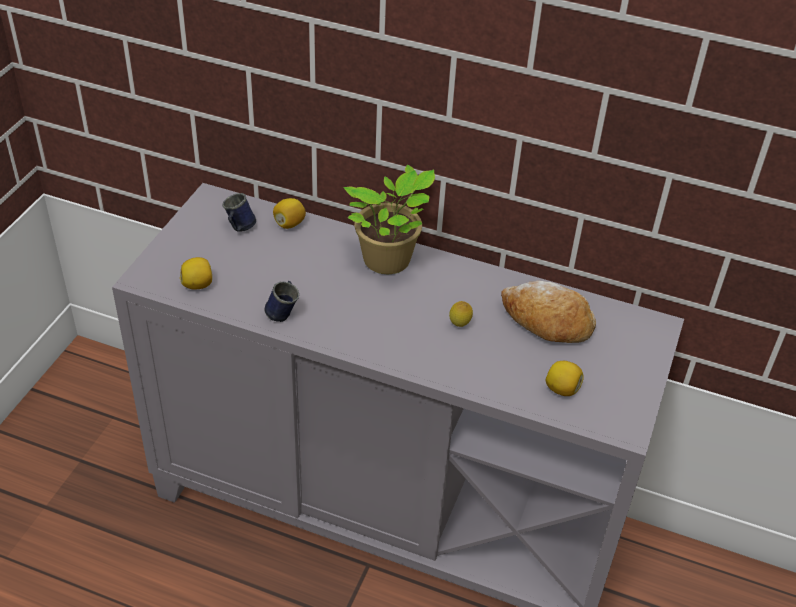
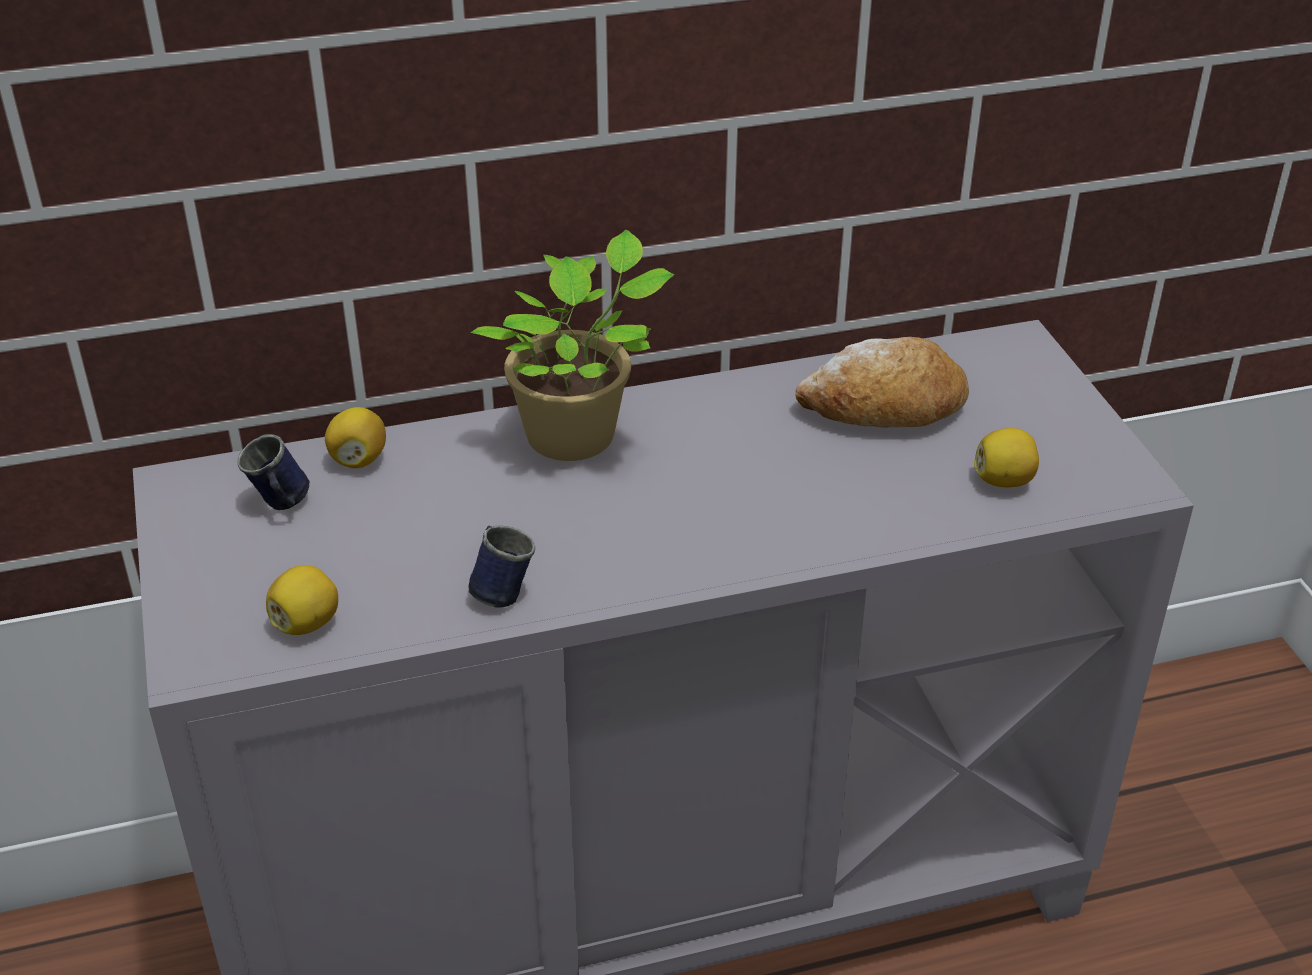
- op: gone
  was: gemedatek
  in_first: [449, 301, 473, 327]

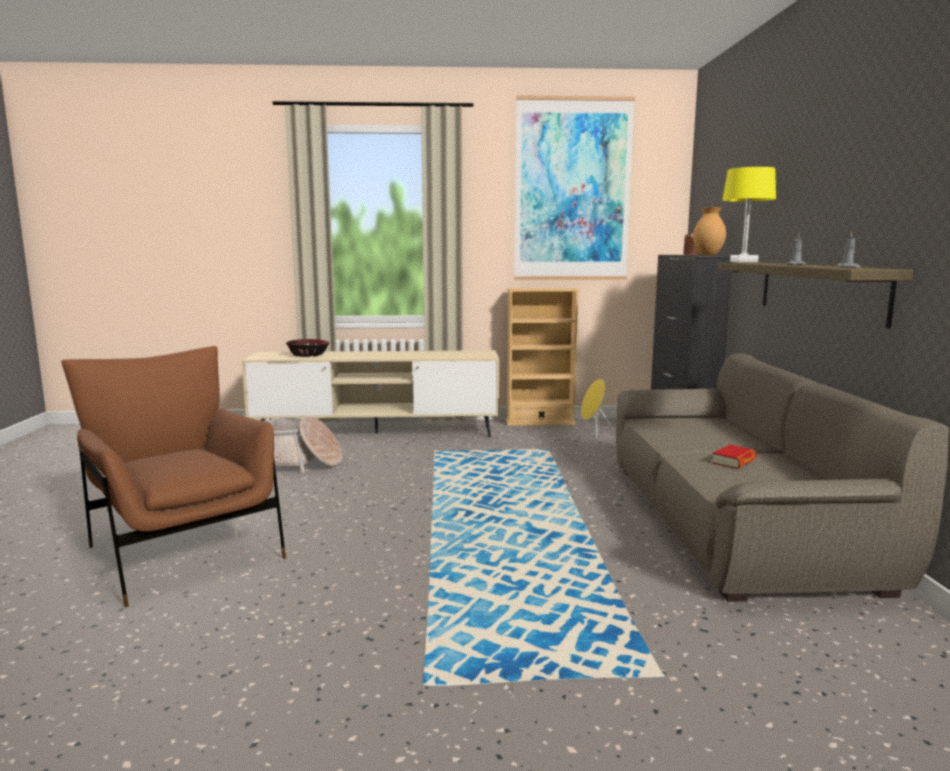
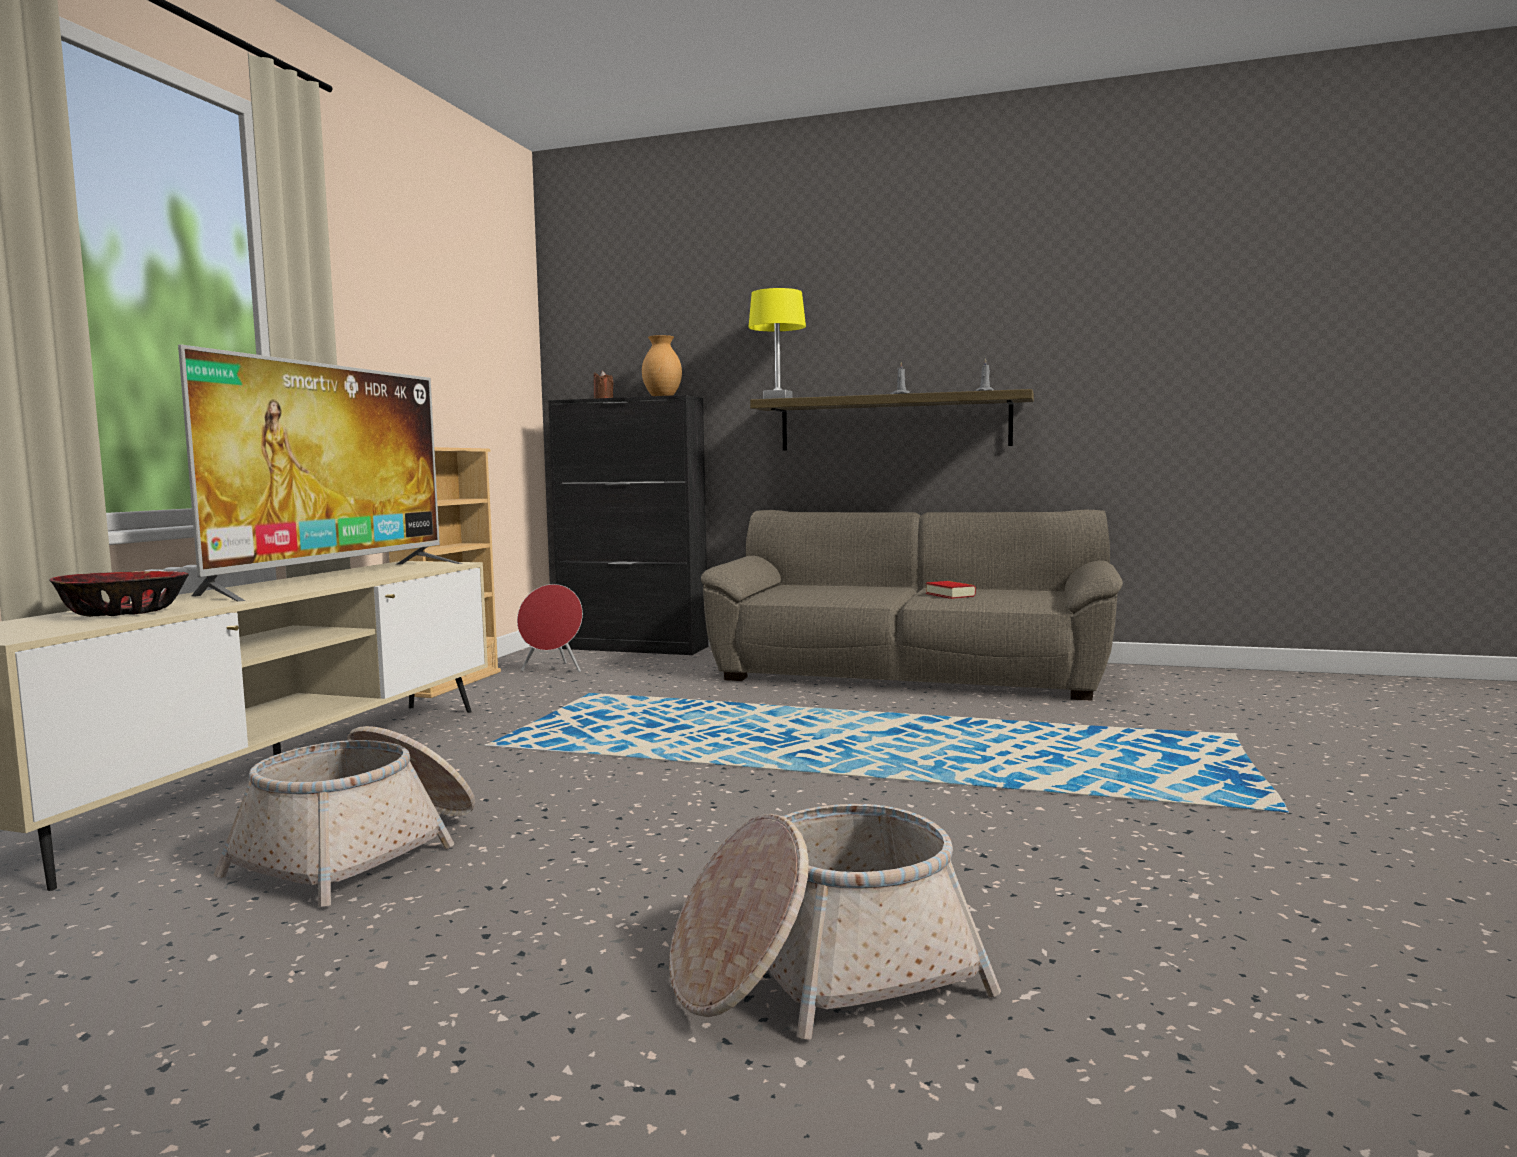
- op: gone
  was: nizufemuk
  in_first: [514, 95, 635, 280]
- op: swapped
  was: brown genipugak
  now: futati
  in_first: [61, 346, 286, 607]
  in_second: [669, 804, 1001, 1040]
- op: repainted
  was: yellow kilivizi
  now: red kilivizi
  in_first: [581, 379, 615, 439]
  in_second: [517, 584, 583, 672]
- op: new
  now: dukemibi
  in_second: [178, 345, 463, 602]

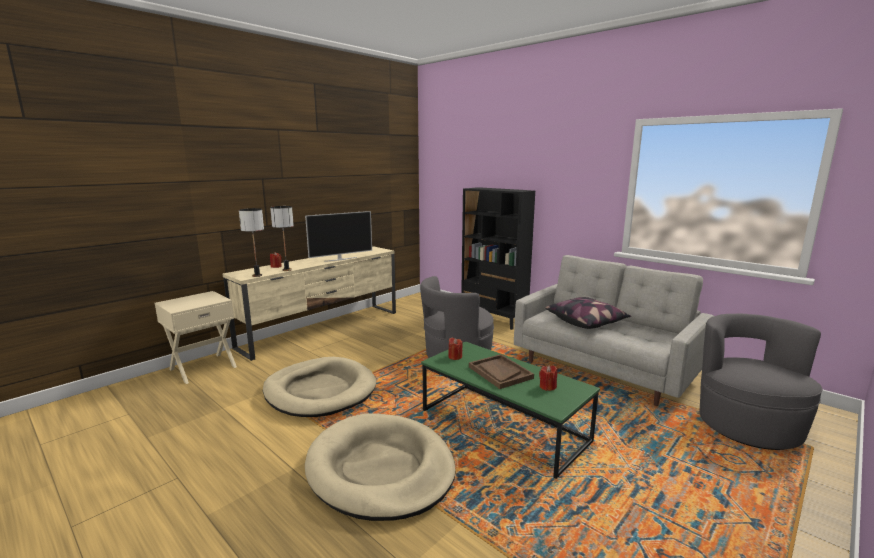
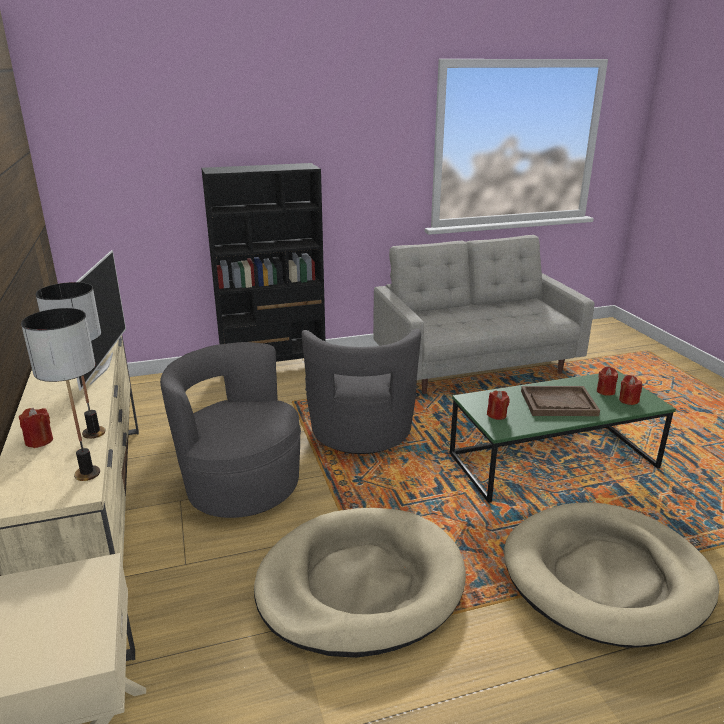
- op: gone
  was: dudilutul
  in_first: [545, 297, 631, 329]
- op: shifted
  was: grey genipugak
  in_first: [699, 313, 822, 450]
  in_second: [160, 342, 301, 518]
- op: new
  now: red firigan
  in_second: [619, 375, 642, 405]

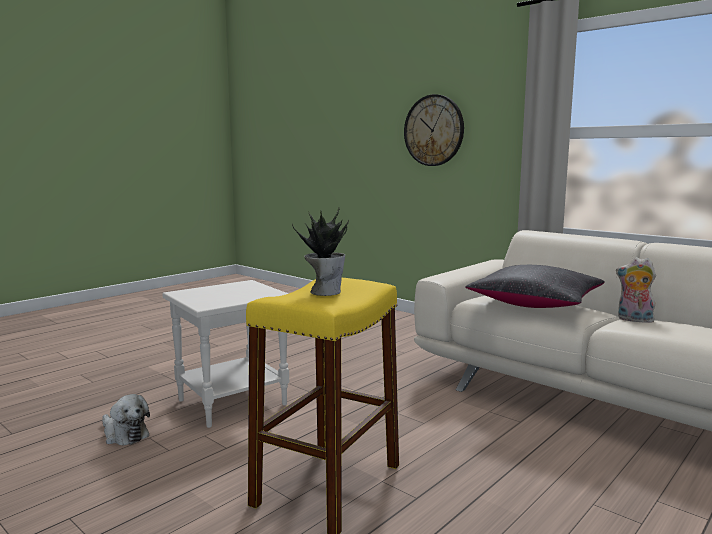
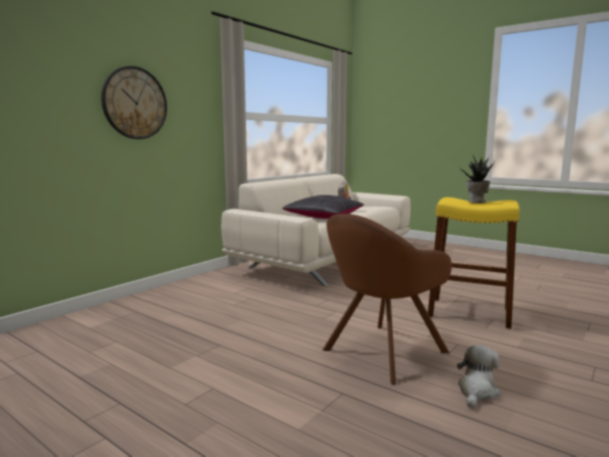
- op: swapped
  was: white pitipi
  now: brown genipugak
  in_first: [162, 280, 289, 428]
  in_second: [322, 214, 452, 385]

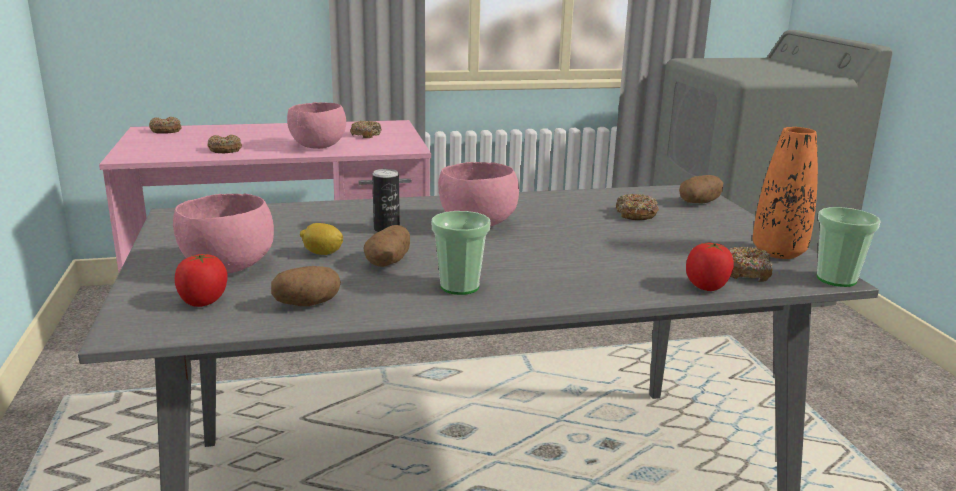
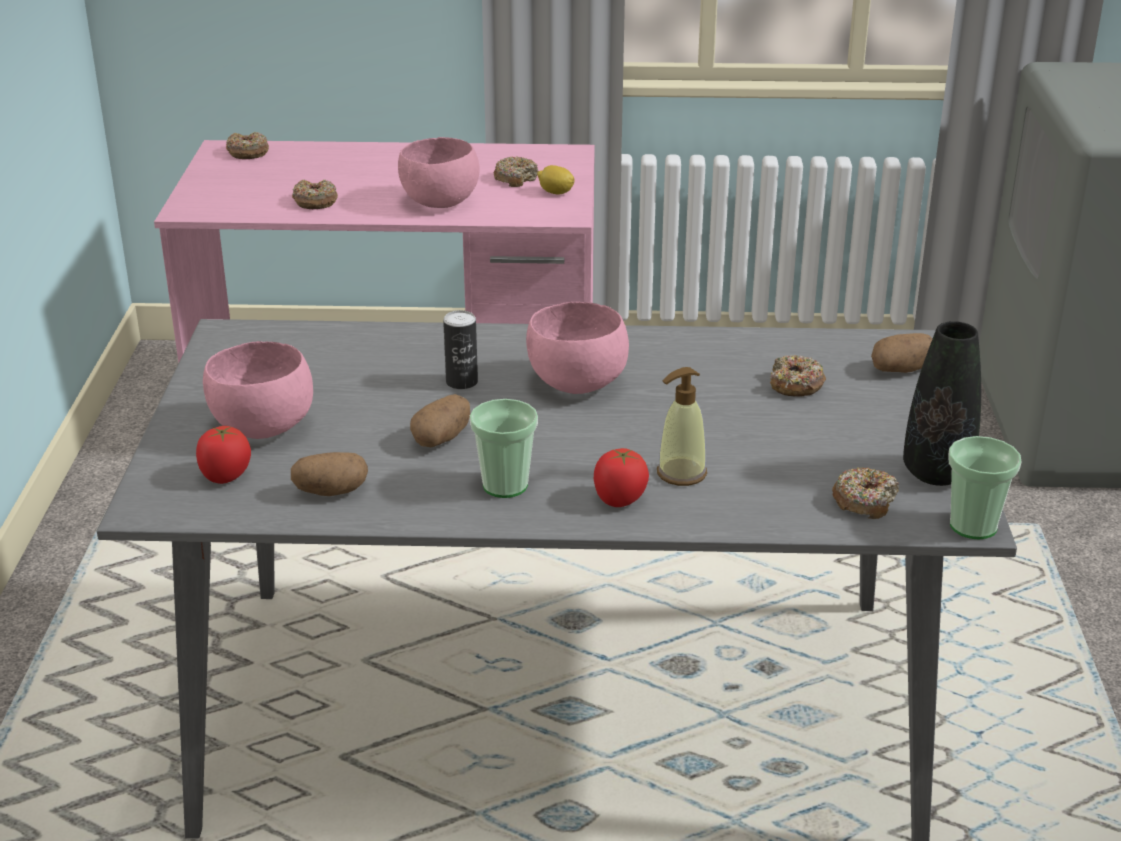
- op: repainted
  was: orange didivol
  now: black didivol
  in_first: [753, 127, 818, 259]
  in_second: [903, 321, 981, 486]
- op: shifted
  was: gemedatek
  in_first: [300, 223, 343, 255]
  in_second: [537, 165, 575, 195]
- op: shifted
  was: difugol
  in_first: [686, 243, 734, 291]
  in_second: [594, 448, 649, 507]
- op: new
  now: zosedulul
  in_second: [657, 367, 707, 486]

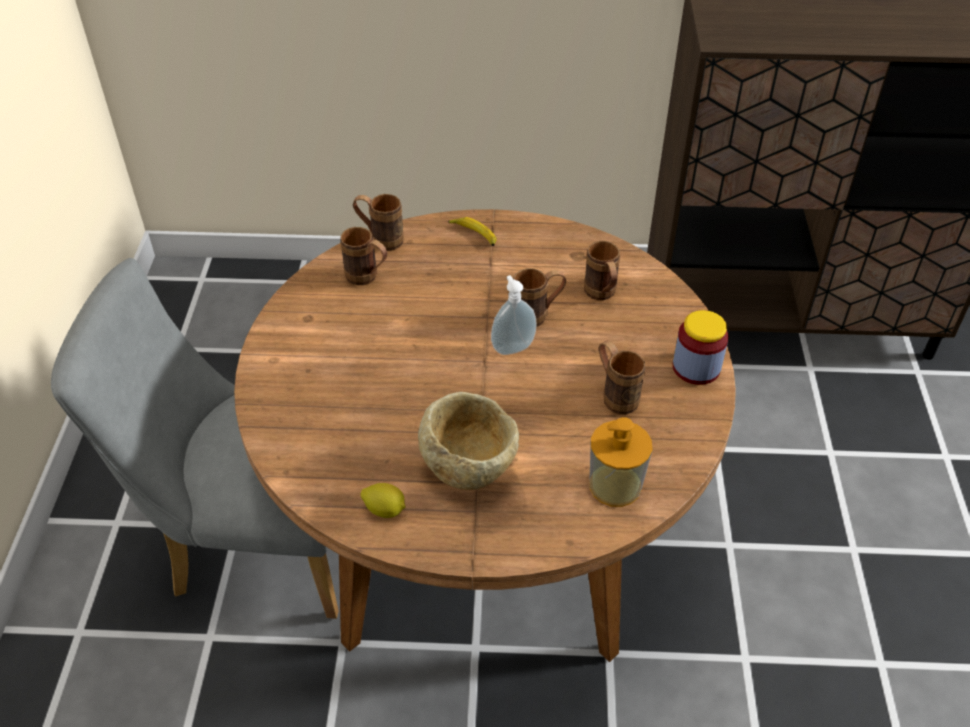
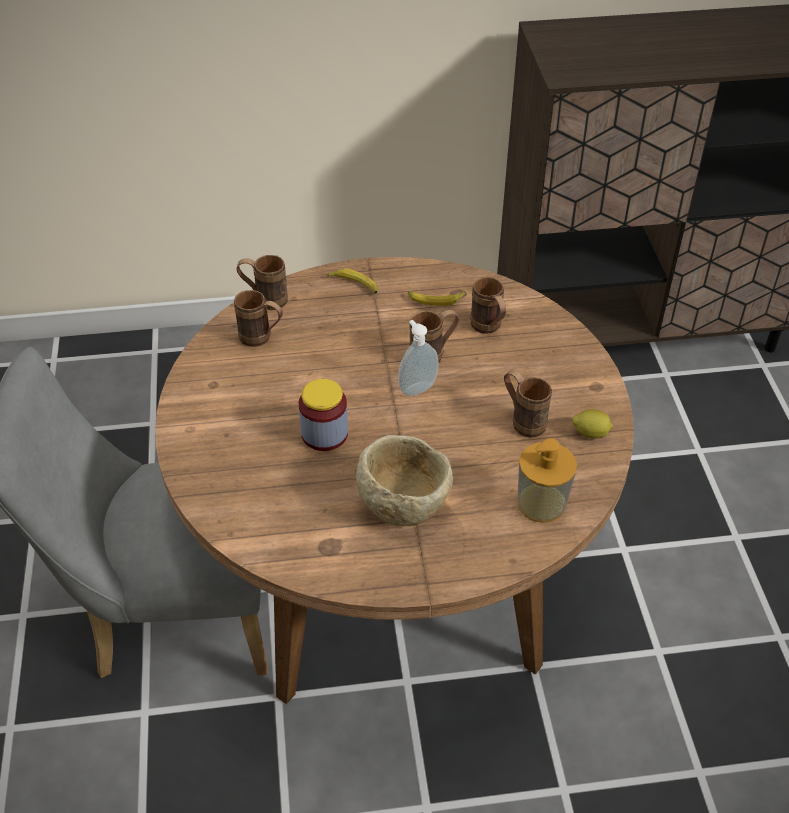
- op: shifted
  was: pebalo
  in_first: [673, 310, 729, 385]
  in_second: [299, 379, 348, 451]
- op: shifted
  was: gemedatek
  in_first: [361, 483, 406, 518]
  in_second: [573, 409, 613, 439]
- op: new
  now: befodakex
  in_second: [408, 291, 466, 306]

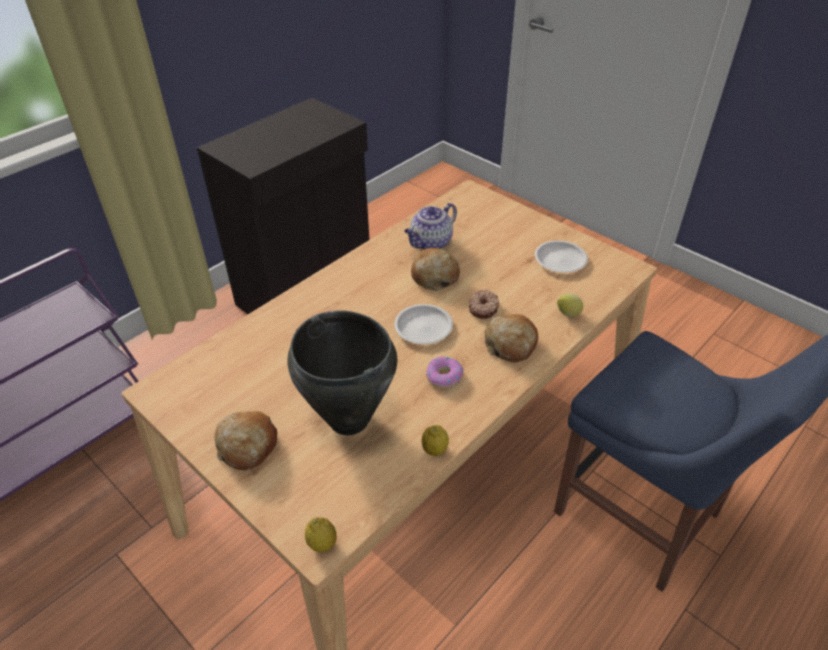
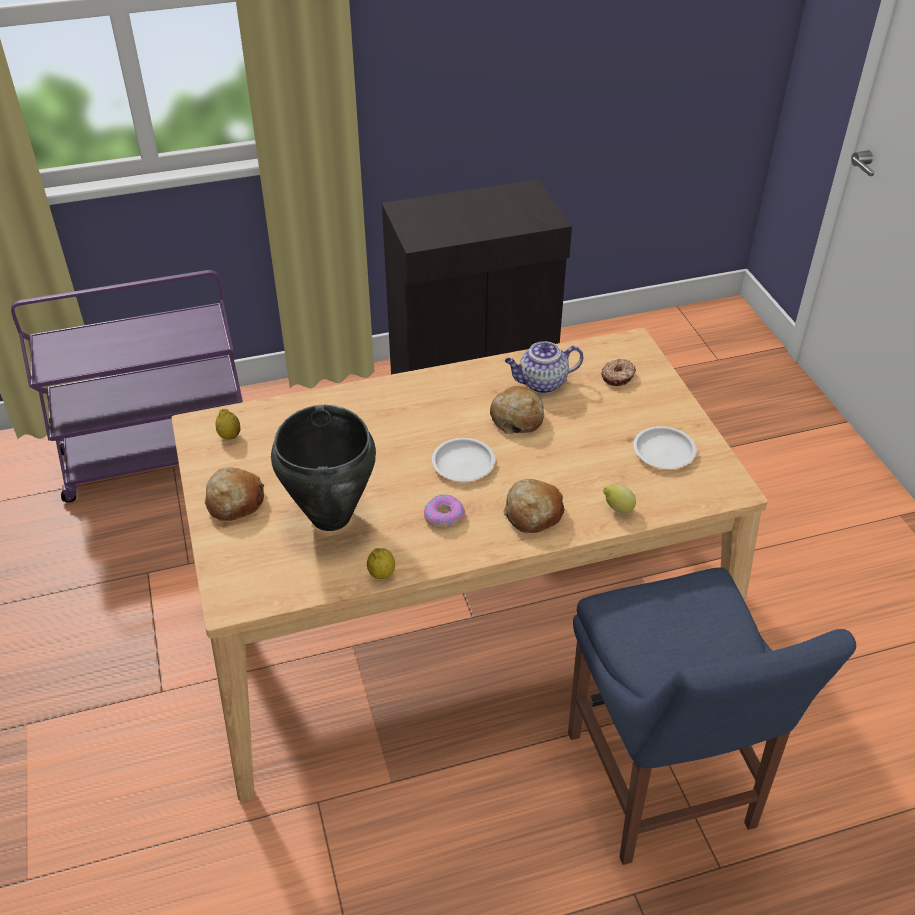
- op: shifted
  was: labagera
  in_first: [469, 290, 499, 319]
  in_second: [601, 359, 636, 386]
- op: shifted
  was: gemedatek
  in_first: [305, 517, 337, 552]
  in_second: [215, 409, 240, 440]

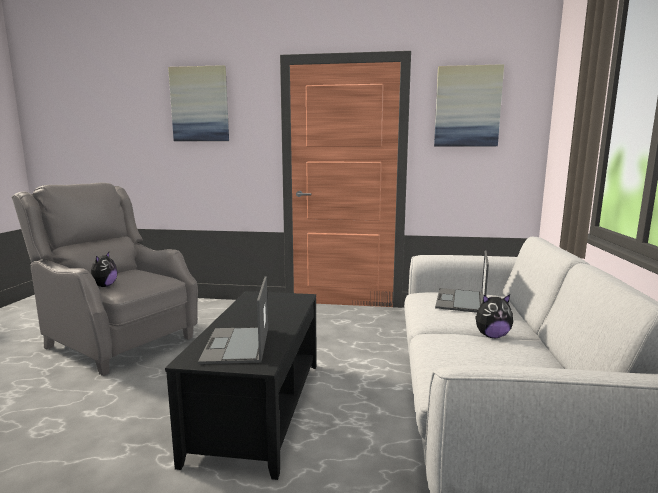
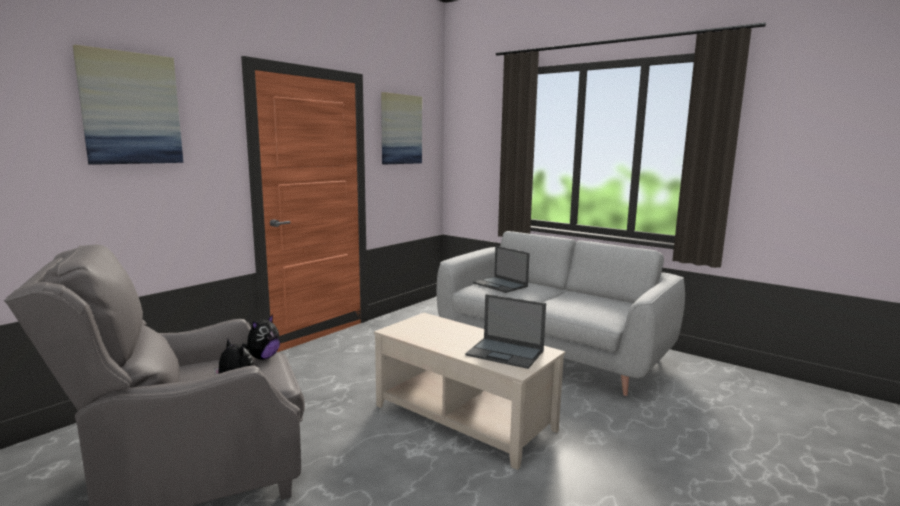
- op: repainted
  was: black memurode
  now: beige memurode
  in_first: [165, 291, 317, 480]
  in_second: [374, 313, 565, 470]
- op: shifted
  was: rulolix
  in_first: [475, 294, 513, 338]
  in_second: [242, 314, 280, 360]

